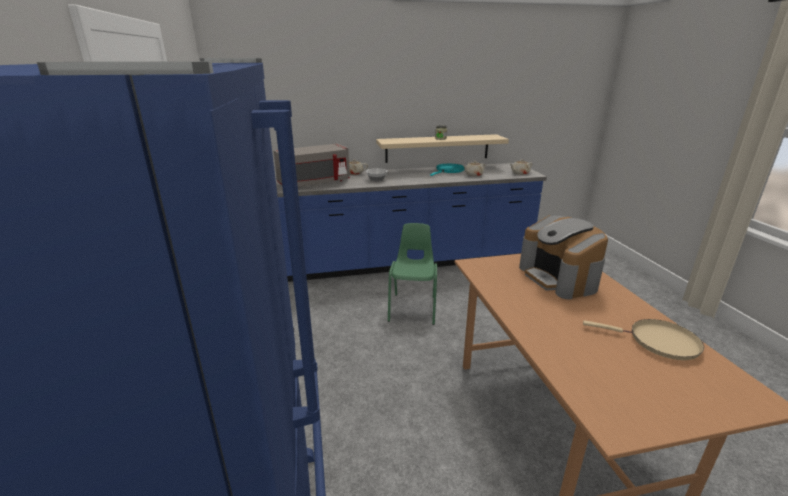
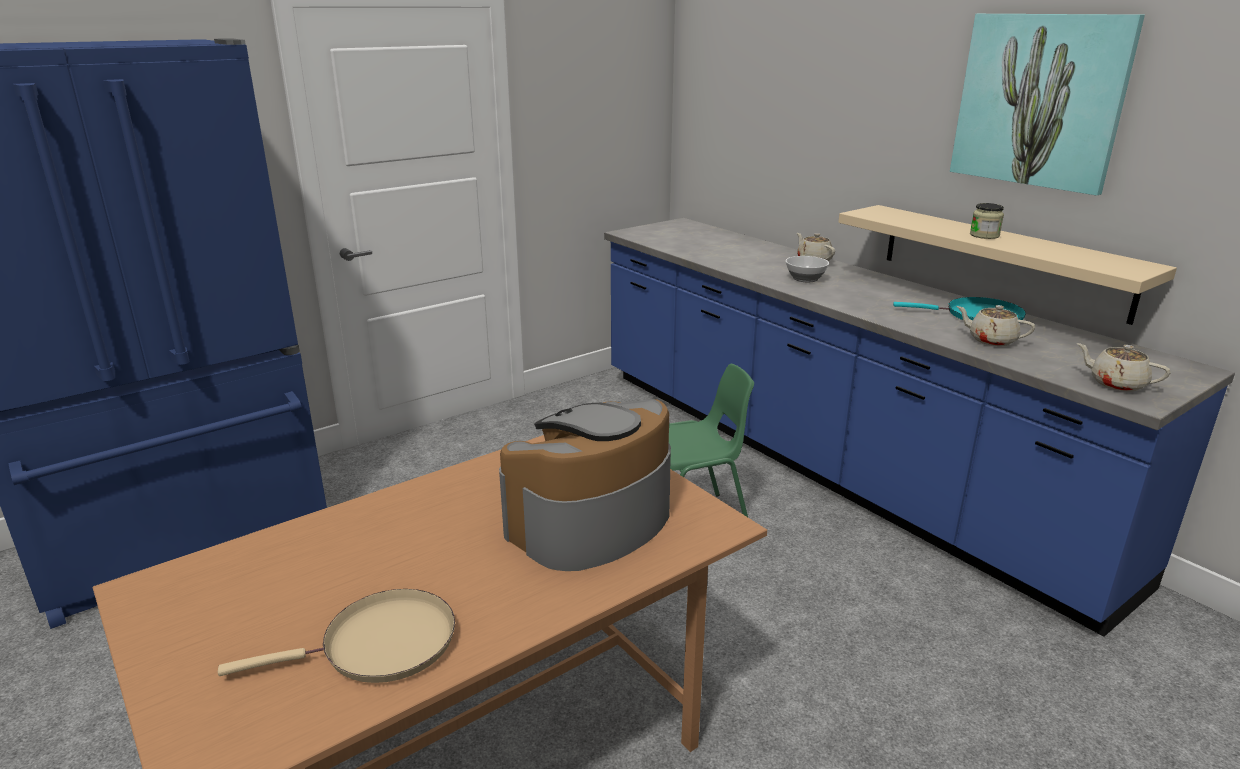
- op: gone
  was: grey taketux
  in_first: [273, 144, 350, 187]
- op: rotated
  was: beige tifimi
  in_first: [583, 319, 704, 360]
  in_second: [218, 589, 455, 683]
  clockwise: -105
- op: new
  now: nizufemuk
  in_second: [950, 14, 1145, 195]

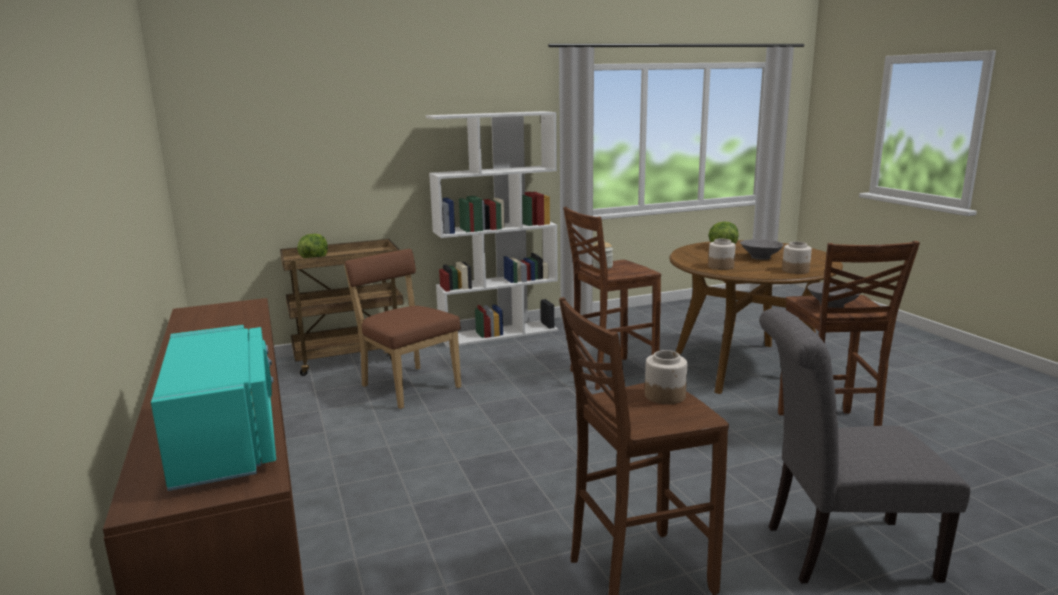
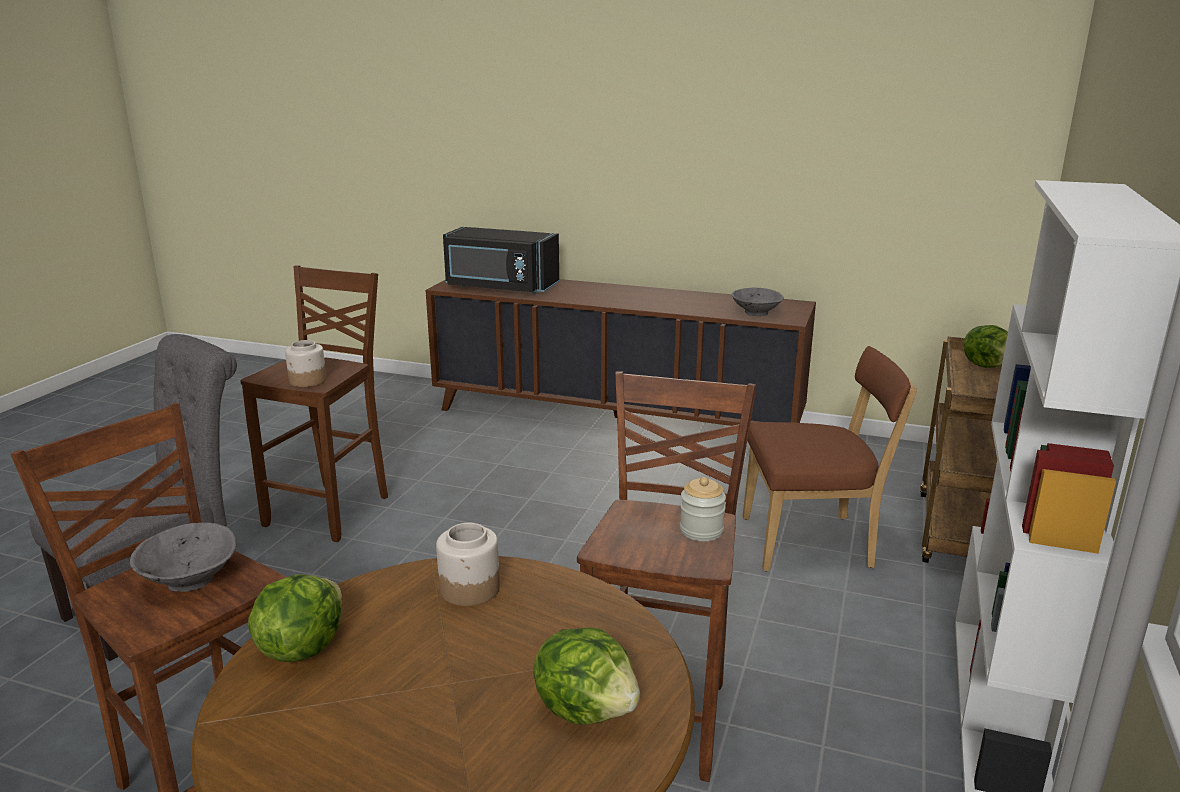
- op: shifted
  was: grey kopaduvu
  in_first: [740, 239, 784, 260]
  in_second: [731, 288, 784, 316]
- op: swapped
  was: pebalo
  now: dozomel
  in_first: [782, 242, 812, 274]
  in_second: [248, 574, 342, 662]
- op: repainted
  was: turquoise taketux
  now: black taketux
  in_first: [151, 325, 276, 491]
  in_second: [443, 227, 559, 294]

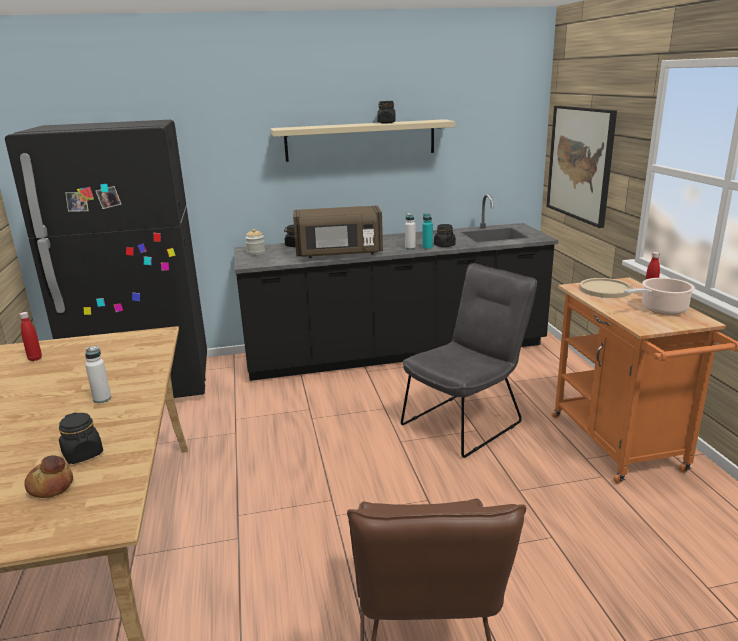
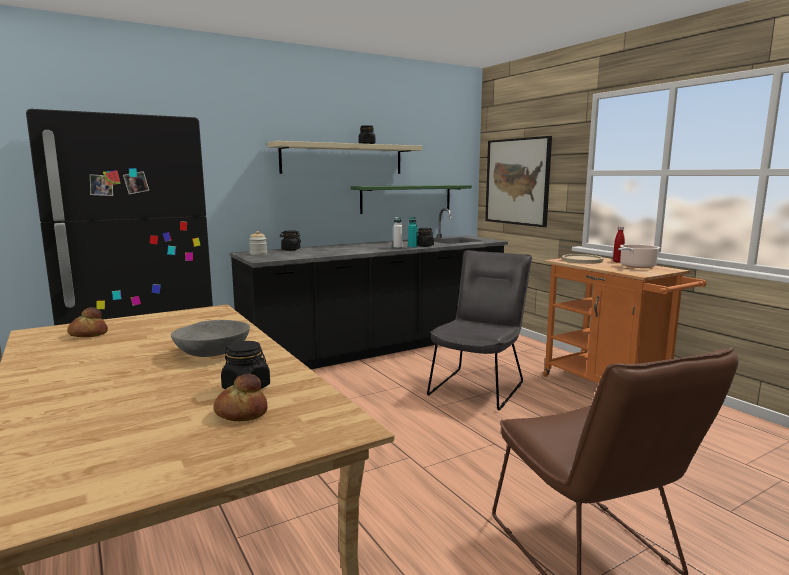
- op: gone
  was: brown taketux
  in_first: [293, 205, 383, 258]
- op: swapped
  was: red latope
  now: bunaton
  in_first: [19, 312, 42, 361]
  in_second: [67, 307, 108, 337]
- op: swapped
  was: white latope
  now: grey kopaduvu
  in_first: [85, 346, 111, 403]
  in_second: [171, 320, 250, 357]
- op: new
  now: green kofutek
  in_second: [351, 185, 472, 214]

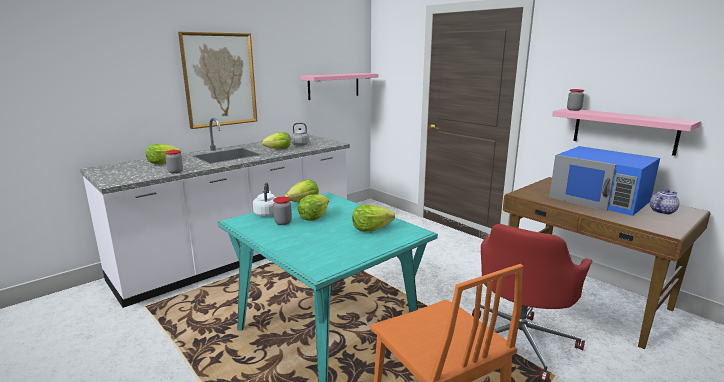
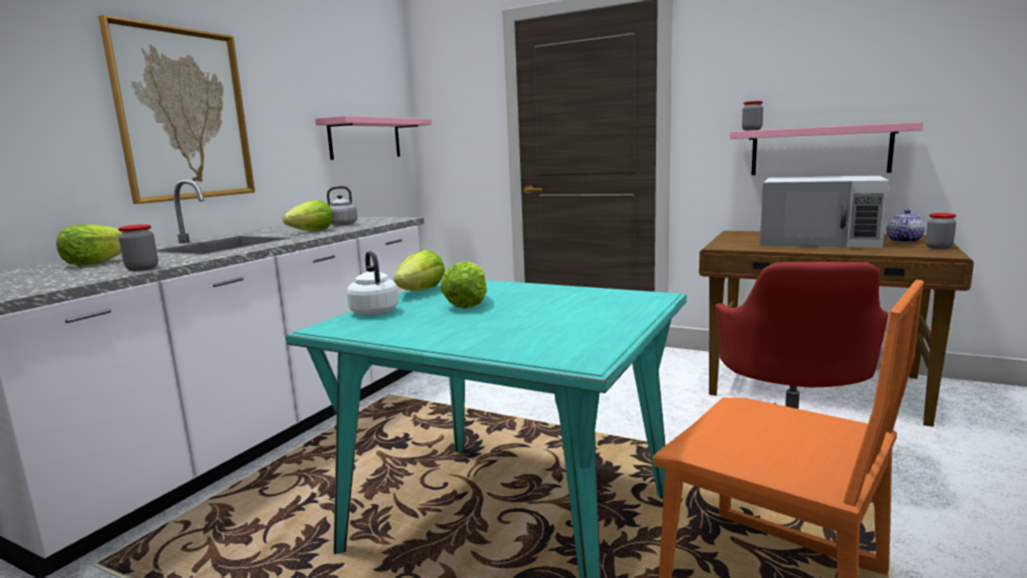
- op: repainted
  was: blue taketux
  now: white taketux
  in_first: [549, 146, 660, 216]
  in_second: [760, 175, 889, 248]
- op: shifted
  was: pebalo
  in_first: [273, 197, 292, 225]
  in_second: [925, 213, 956, 249]
- op: gone
  was: dozomel
  in_first: [352, 205, 395, 232]

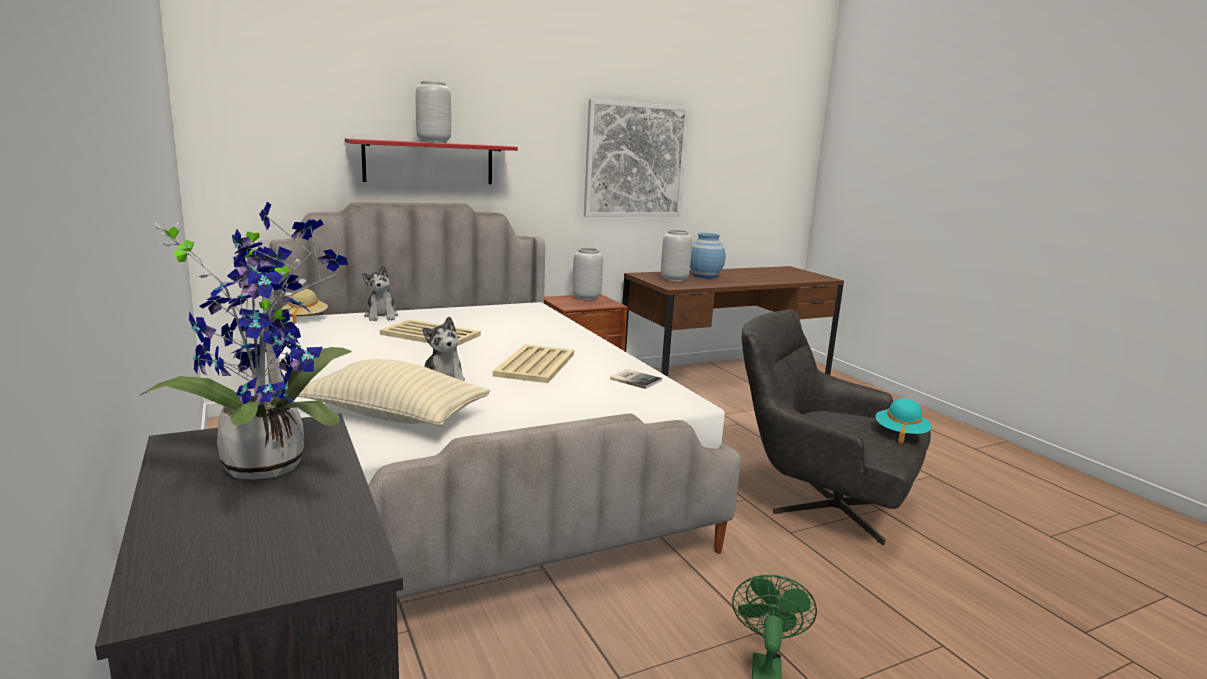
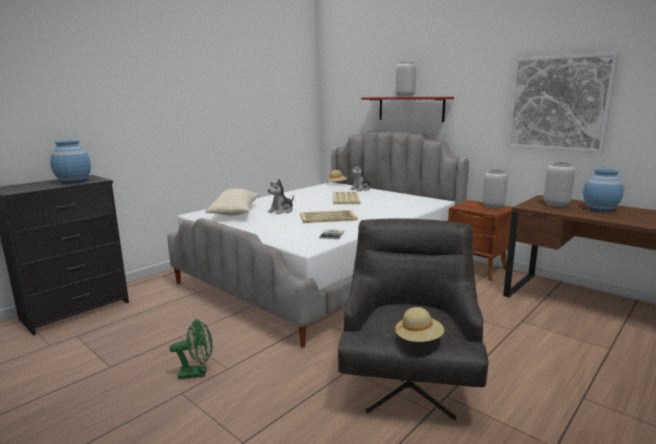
- op: swapped
  was: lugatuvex
  now: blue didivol
  in_first: [139, 202, 352, 480]
  in_second: [50, 140, 91, 184]
- op: repainted
  was: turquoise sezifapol
  now: beige sezifapol
  in_first: [876, 399, 931, 444]
  in_second: [395, 307, 444, 342]

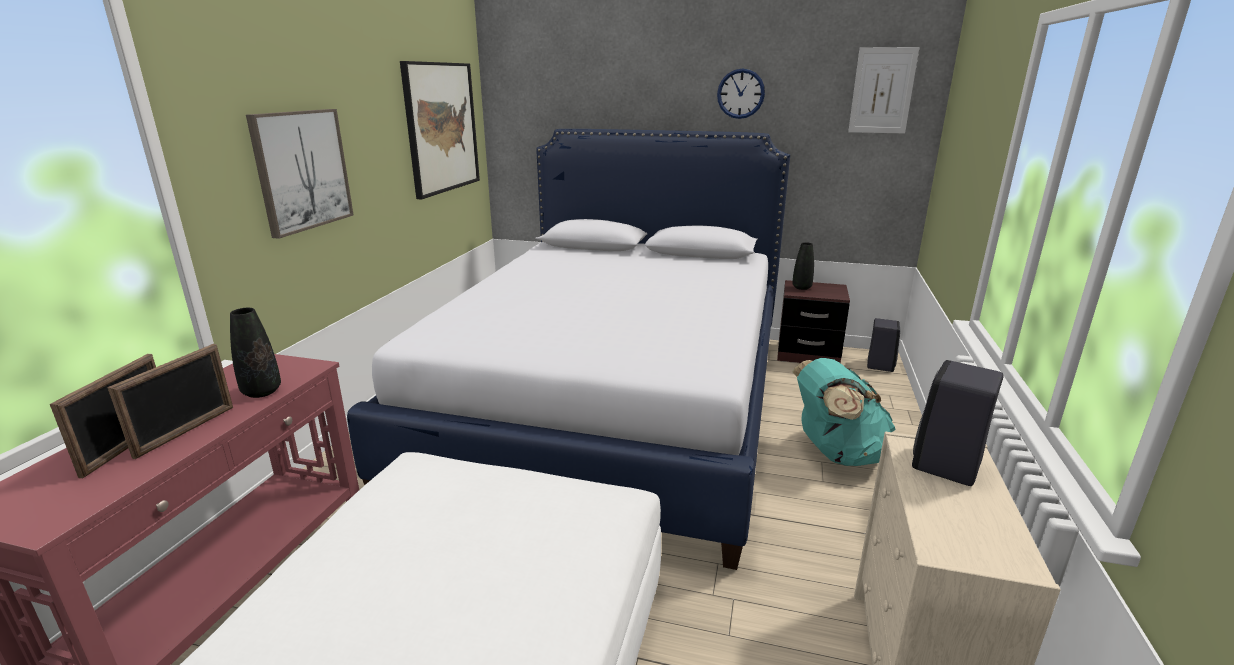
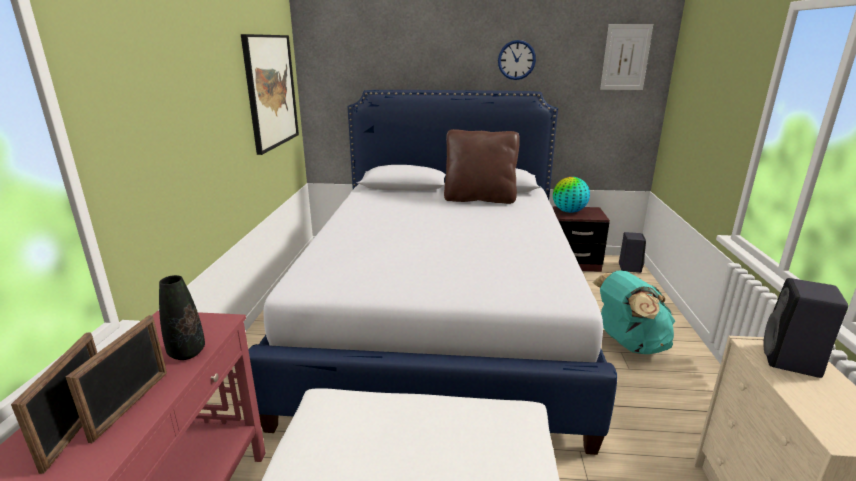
- op: gone
  was: nizufemuk
  in_first: [246, 109, 354, 239]
- op: swapped
  was: black didivol
  now: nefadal
  in_first: [792, 242, 814, 290]
  in_second: [553, 177, 590, 213]
- op: new
  now: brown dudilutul
  in_second: [444, 129, 520, 204]

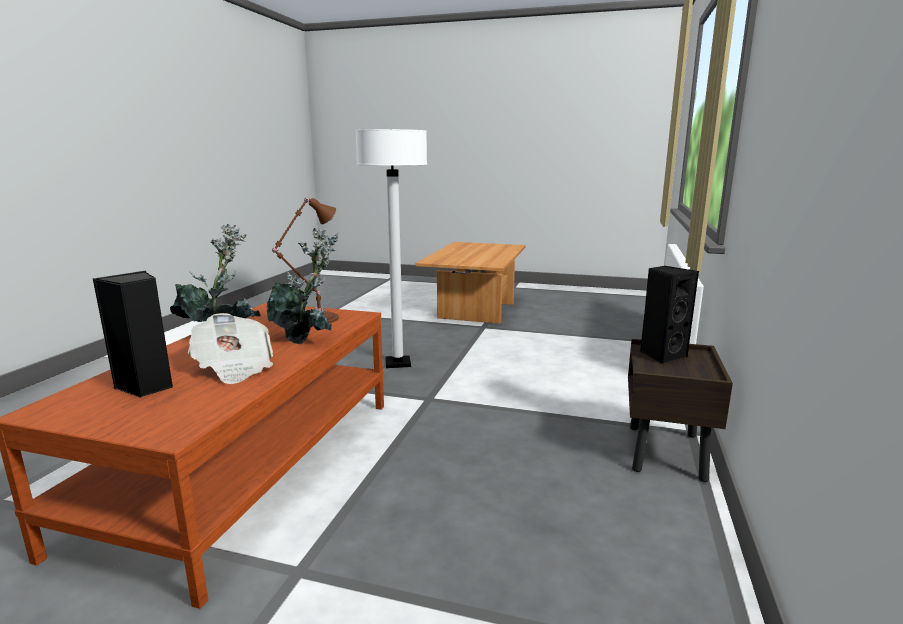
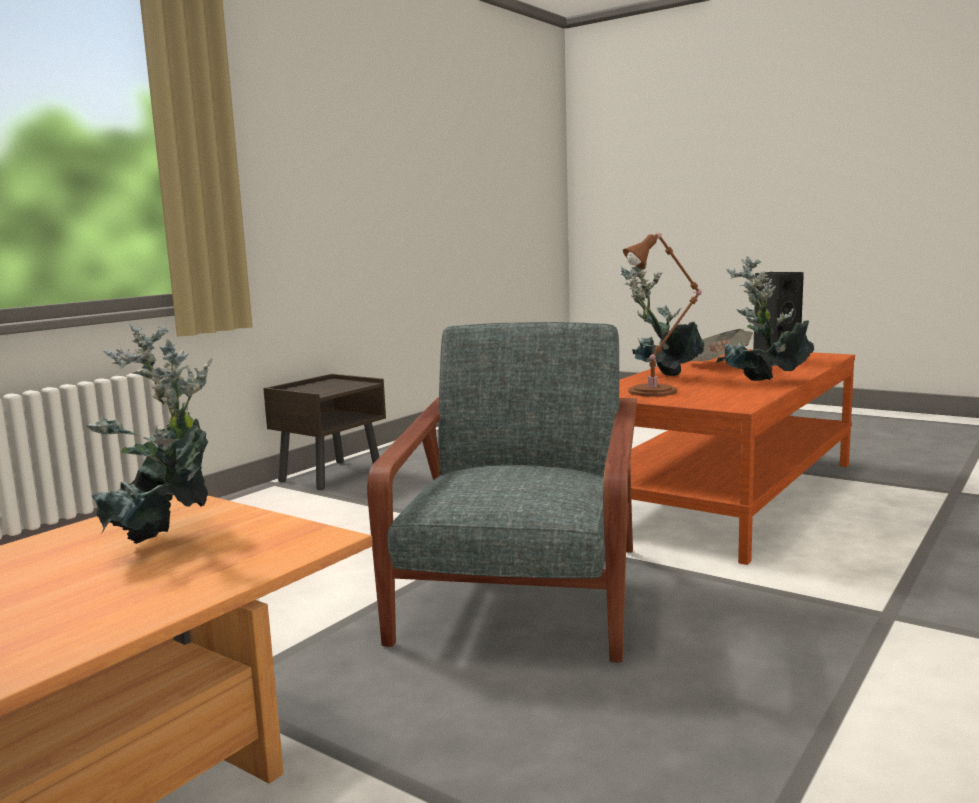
- op: swapped
  was: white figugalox
  now: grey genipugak
  in_first: [355, 129, 427, 368]
  in_second: [367, 322, 637, 663]
- op: gone
  was: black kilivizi
  in_first: [640, 266, 699, 364]
- op: new
  now: lugatuvex
  in_second: [85, 323, 213, 544]

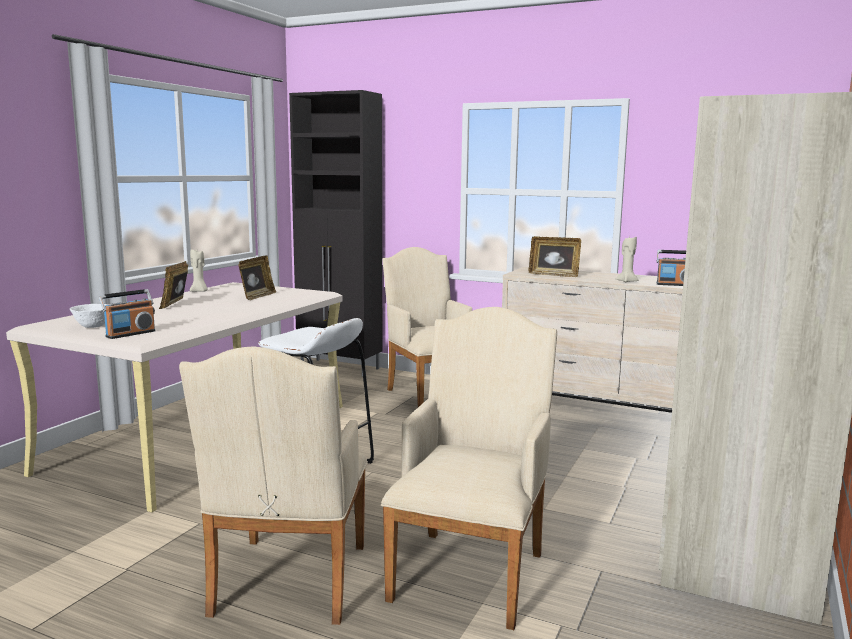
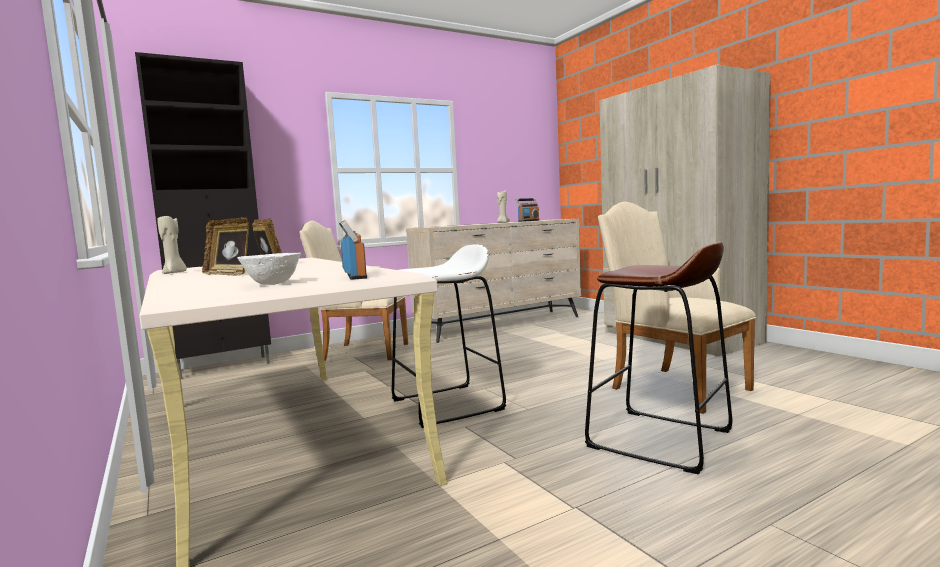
- op: gone
  was: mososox
  in_first: [528, 236, 581, 277]
- op: swapped
  was: beige genipugak
  now: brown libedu
  in_first: [179, 346, 368, 625]
  in_second: [585, 242, 732, 475]

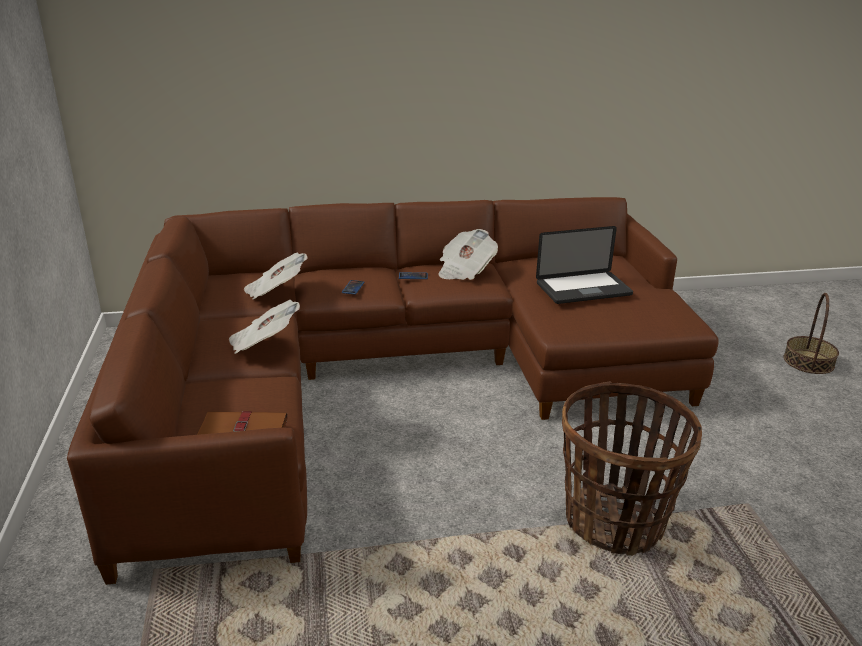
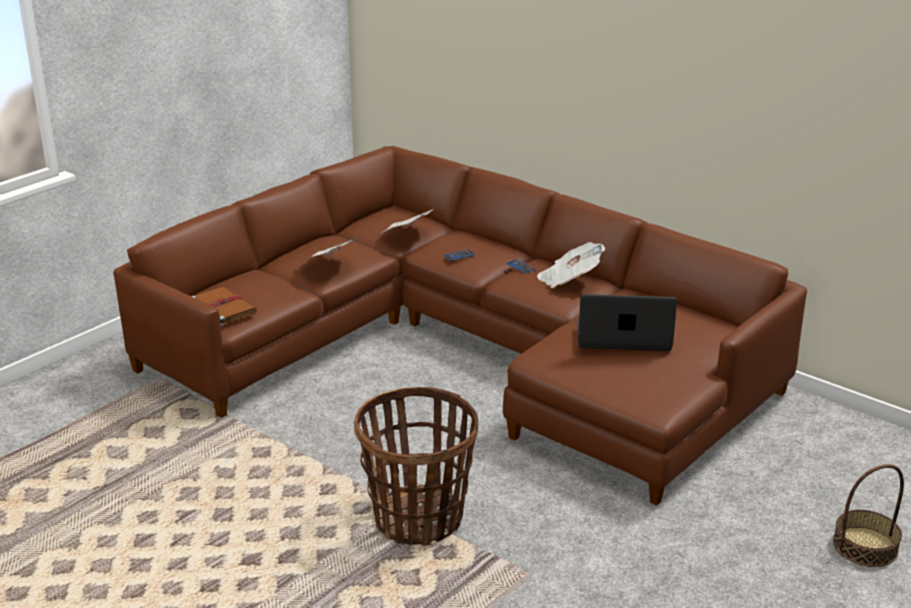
- op: rotated
  was: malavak
  in_first: [536, 226, 633, 304]
  in_second: [577, 294, 677, 351]
  clockwise: 150

